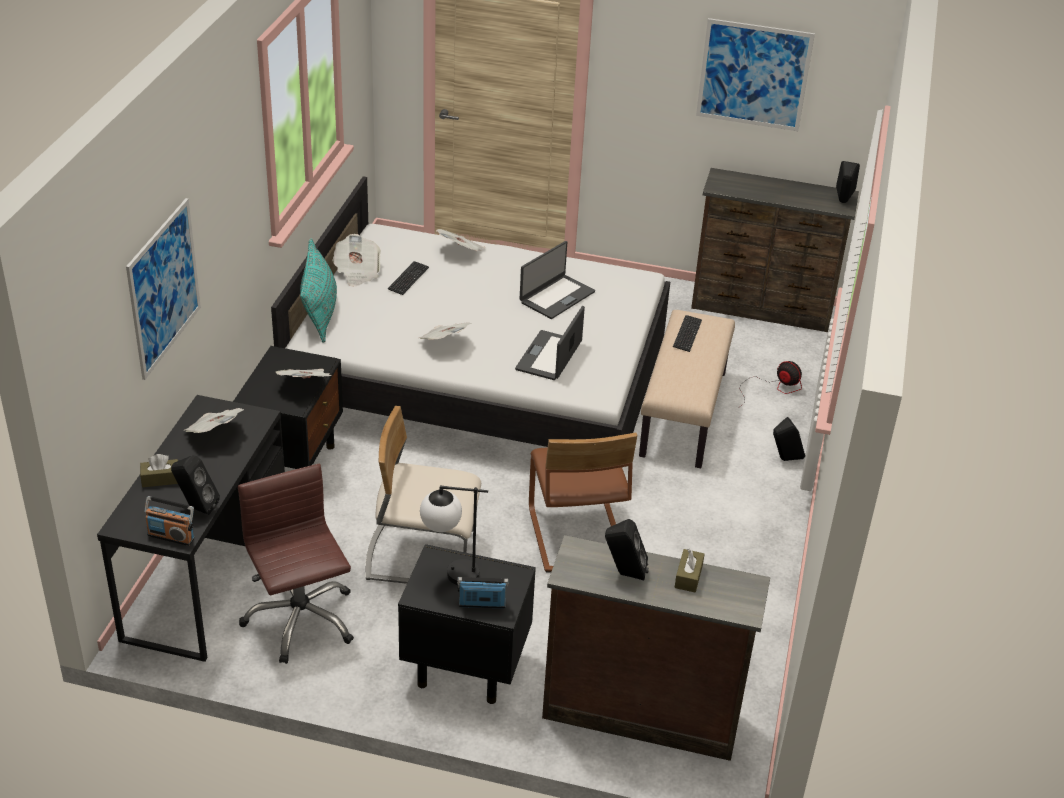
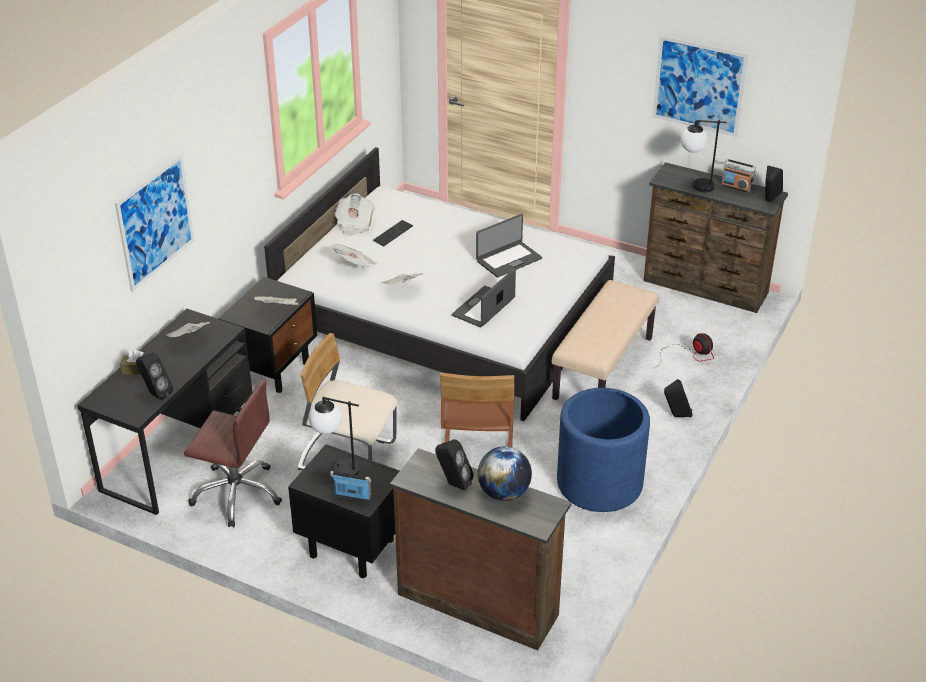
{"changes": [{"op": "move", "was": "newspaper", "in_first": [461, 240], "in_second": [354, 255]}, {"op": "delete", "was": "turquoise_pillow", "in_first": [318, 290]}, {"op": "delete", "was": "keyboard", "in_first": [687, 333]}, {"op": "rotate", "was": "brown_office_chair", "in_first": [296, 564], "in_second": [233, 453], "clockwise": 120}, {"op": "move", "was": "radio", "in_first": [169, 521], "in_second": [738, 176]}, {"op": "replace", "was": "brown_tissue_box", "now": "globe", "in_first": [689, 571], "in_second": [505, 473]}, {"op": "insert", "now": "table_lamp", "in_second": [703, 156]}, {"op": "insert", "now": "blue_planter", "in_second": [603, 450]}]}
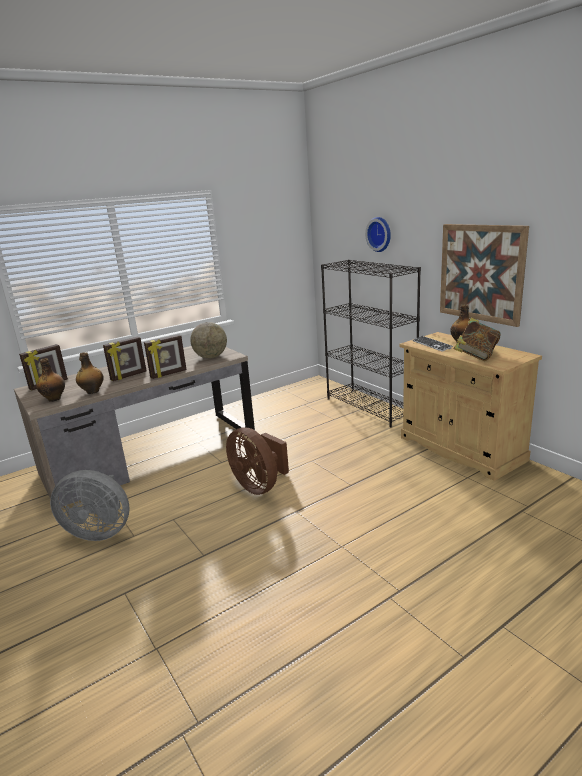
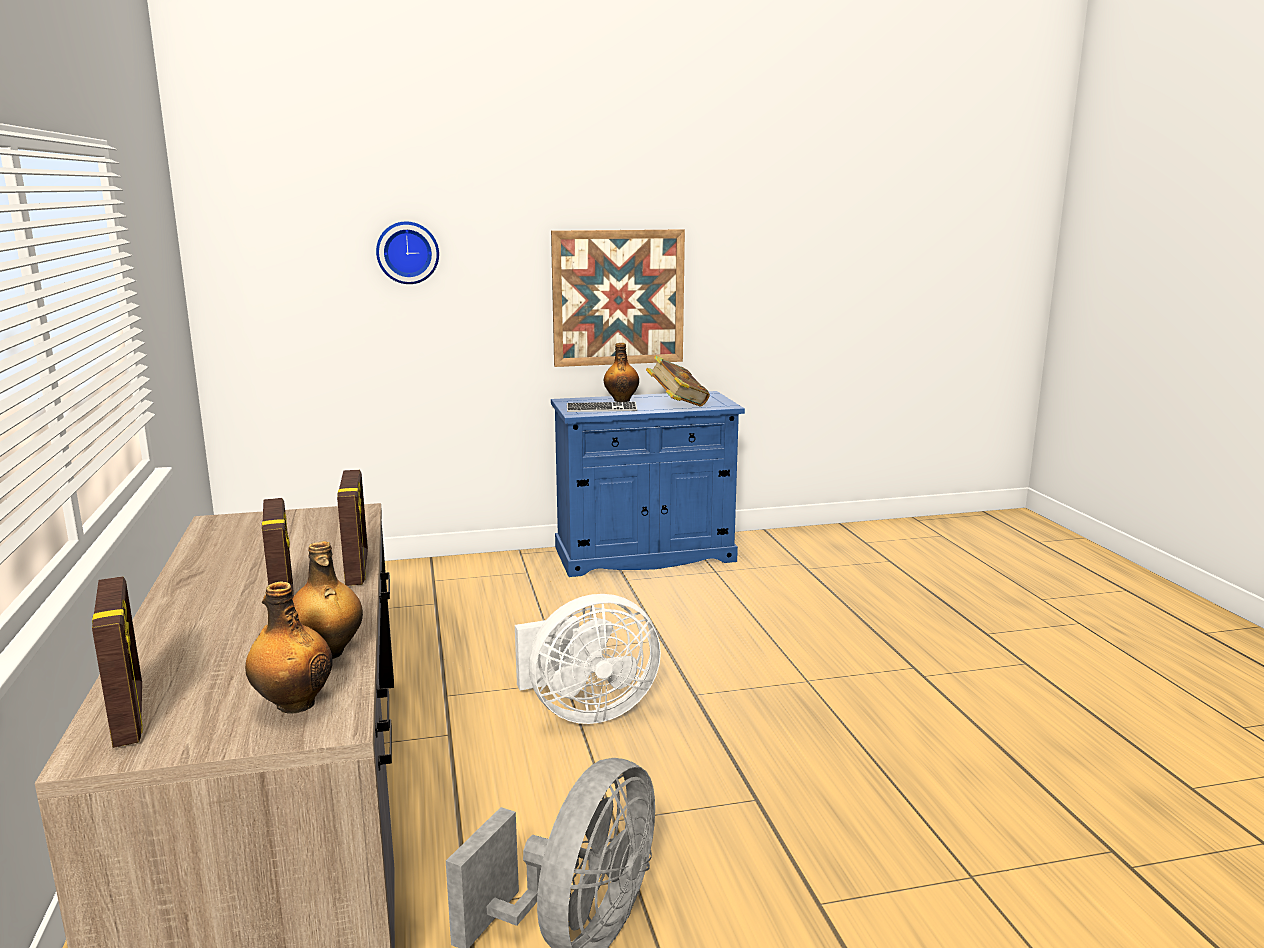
{"changes": [{"op": "delete", "was": "black_bookcase", "in_first": [371, 343]}, {"op": "delete", "was": "globe", "in_first": [208, 340]}, {"op": "recolor", "was": "beige_cabinet", "now": "blue_cabinet", "in_first": [470, 406], "in_second": [648, 484]}, {"op": "recolor", "was": "brown_fan", "now": "white_fan", "in_first": [257, 461], "in_second": [588, 659]}]}
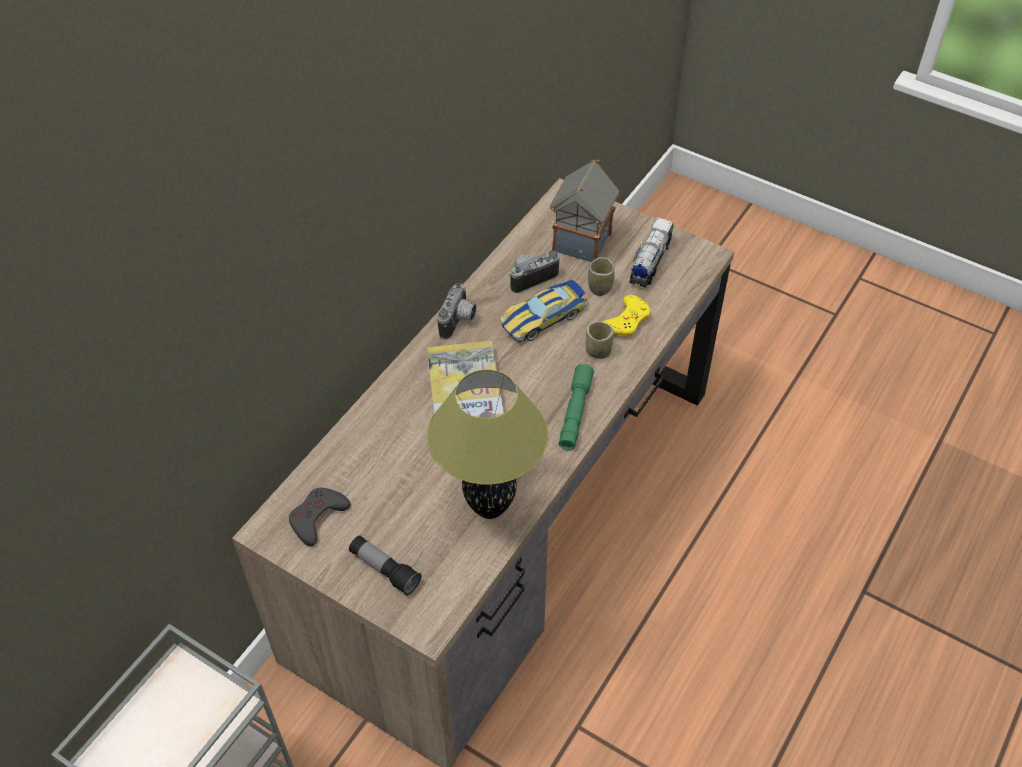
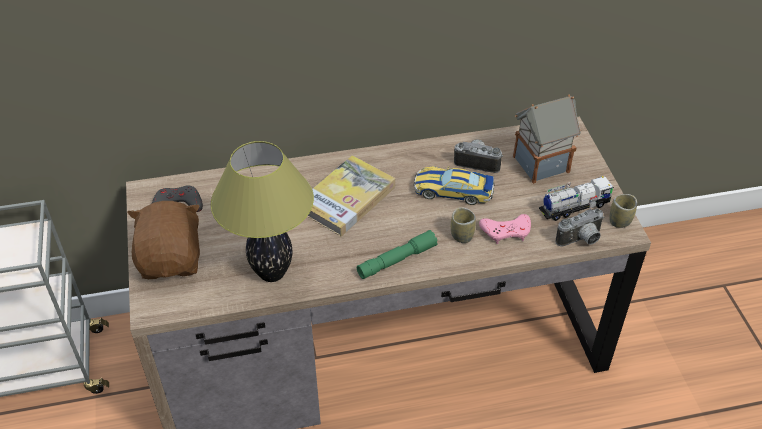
{"changes": [{"op": "move", "was": "cup", "in_first": [601, 276], "in_second": [623, 211]}, {"op": "move", "was": "photo_camera", "in_first": [456, 311], "in_second": [579, 227]}, {"op": "recolor", "was": "yellow_game_controller", "now": "pink_game_controller", "in_first": [627, 316], "in_second": [505, 229]}, {"op": "replace", "was": "flashlight", "now": "brown_plush_toy", "in_first": [385, 565], "in_second": [163, 240]}]}
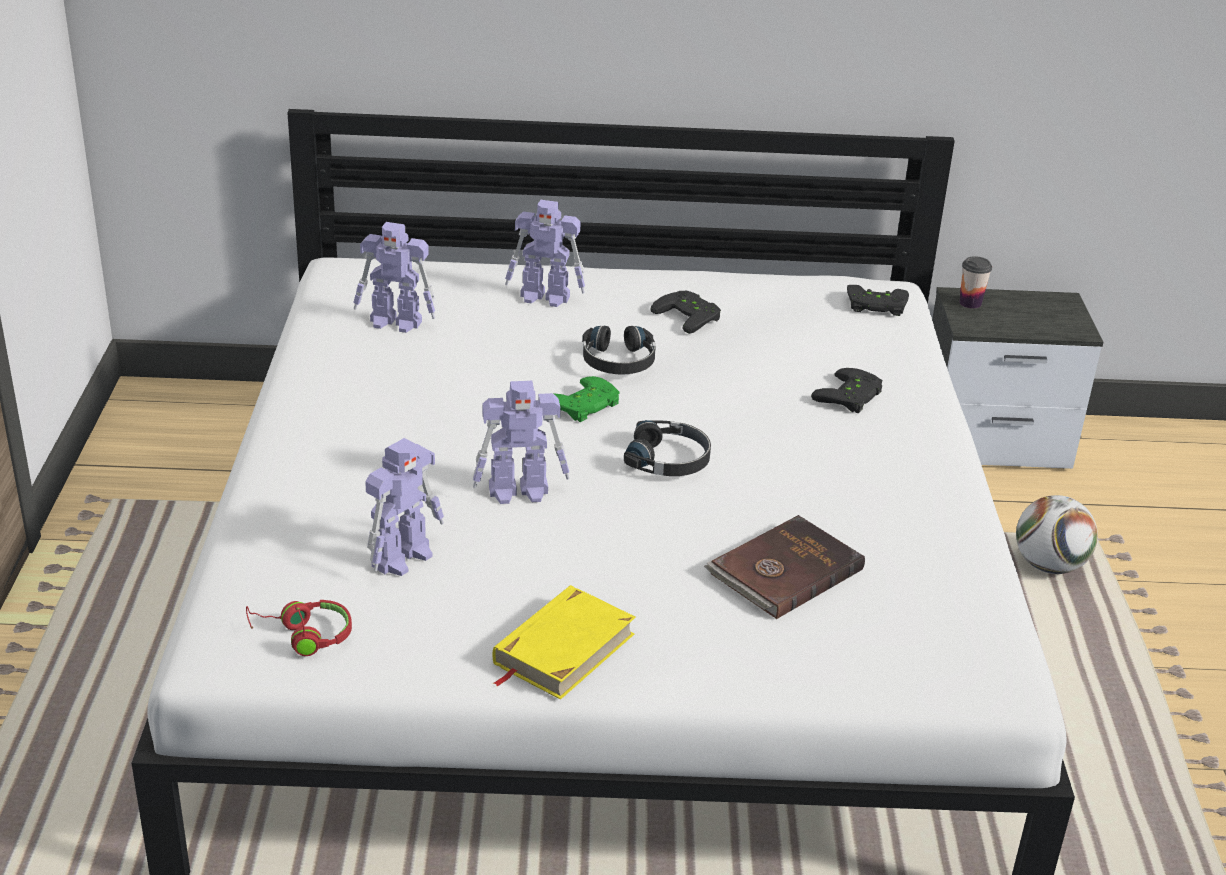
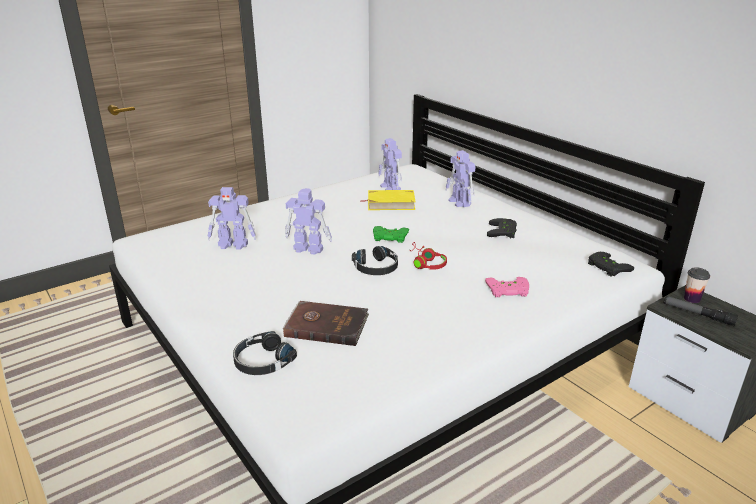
{"changes": [{"op": "move", "was": "black_headphones", "in_first": [619, 350], "in_second": [265, 353]}, {"op": "recolor", "was": "black_game_controller", "now": "pink_game_controller", "in_first": [846, 390], "in_second": [507, 287]}, {"op": "rotate", "was": "toy_robot", "in_first": [521, 442], "in_second": [308, 221], "clockwise": 150}, {"op": "delete", "was": "football", "in_first": [1057, 534]}, {"op": "move", "was": "yellow_book", "in_first": [564, 642], "in_second": [388, 200]}, {"op": "move", "was": "red_headphones", "in_first": [299, 628], "in_second": [428, 256]}, {"op": "insert", "now": "flashlight", "in_second": [701, 311]}]}
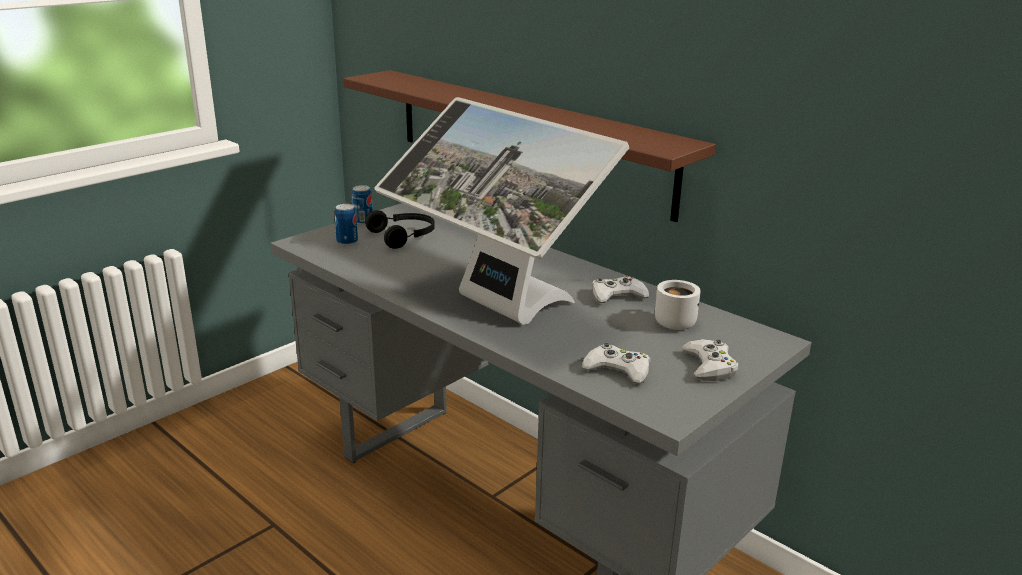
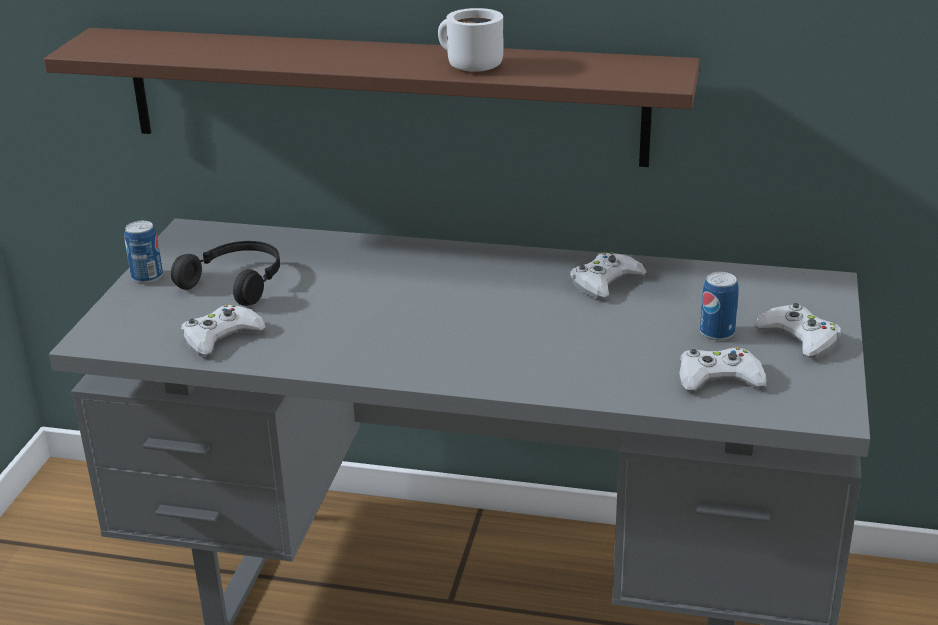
{"changes": [{"op": "delete", "was": "monitor", "in_first": [501, 211]}, {"op": "move", "was": "can", "in_first": [346, 225], "in_second": [719, 306]}, {"op": "move", "was": "white_mug", "in_first": [678, 305], "in_second": [470, 40]}, {"op": "insert", "now": "white_game_controller", "in_second": [223, 330]}]}
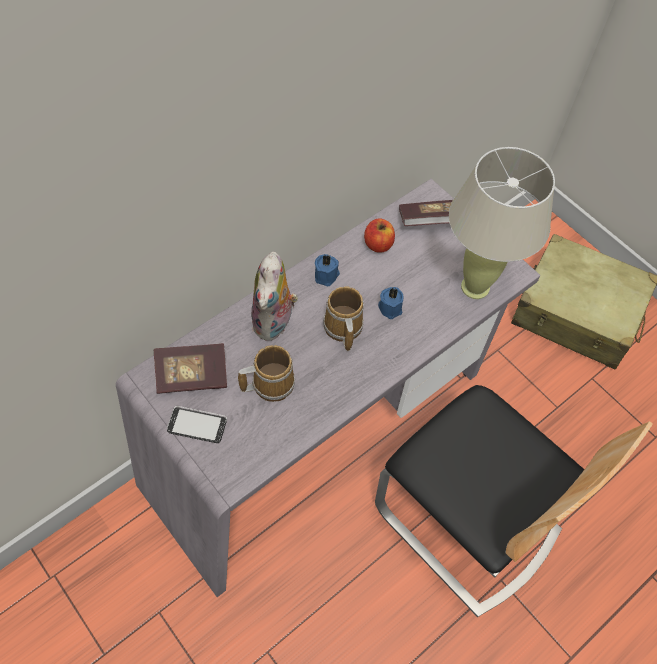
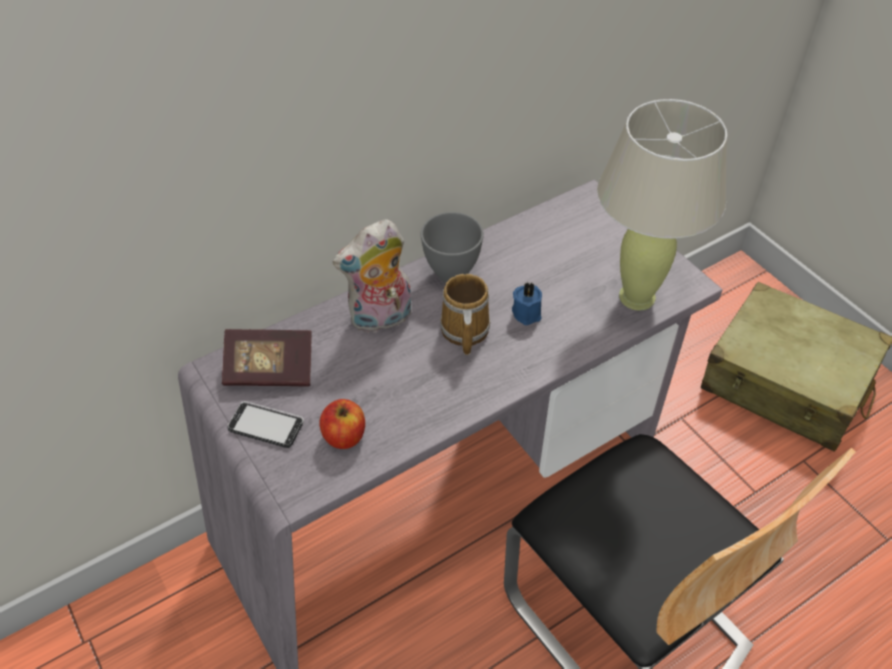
{"changes": [{"op": "delete", "was": "book", "in_first": [426, 213]}, {"op": "move", "was": "apple", "in_first": [379, 235], "in_second": [342, 424]}, {"op": "rotate", "was": "plush_toy", "in_first": [274, 296], "in_second": [372, 276], "clockwise": 45}, {"op": "replace", "was": "blue_candle", "now": "grey_bowl", "in_first": [327, 270], "in_second": [452, 247]}, {"op": "delete", "was": "mug", "in_first": [266, 373]}]}
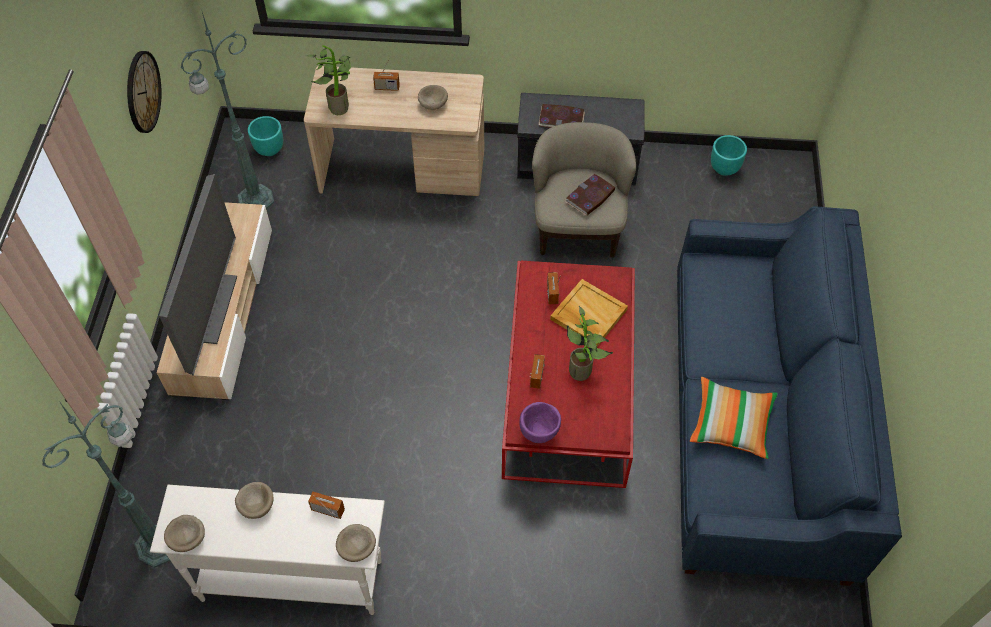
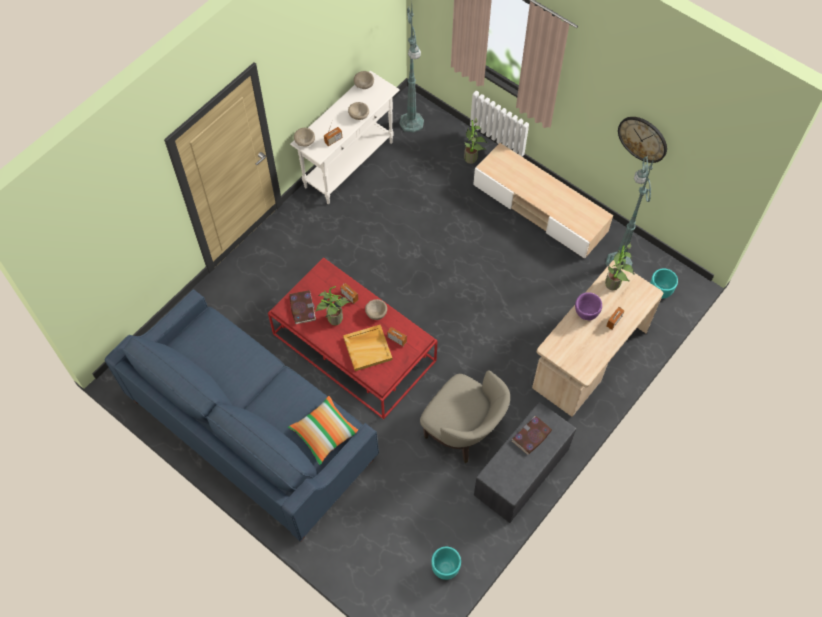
{"changes": [{"op": "move", "was": "beige_bowl", "in_first": [433, 97], "in_second": [376, 309]}, {"op": "delete", "was": "television", "in_first": [198, 274]}, {"op": "move", "was": "book", "in_first": [590, 195], "in_second": [302, 307]}, {"op": "move", "was": "pillow", "in_first": [734, 418], "in_second": [323, 430]}, {"op": "move", "was": "purple_bowl", "in_first": [540, 422], "in_second": [588, 306]}, {"op": "insert", "now": "potted_plant", "in_second": [475, 140]}]}
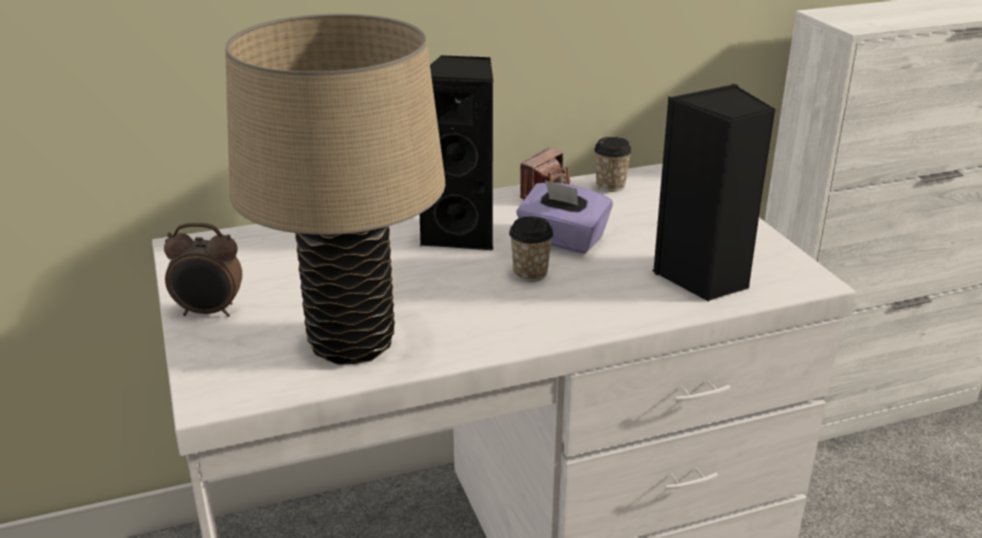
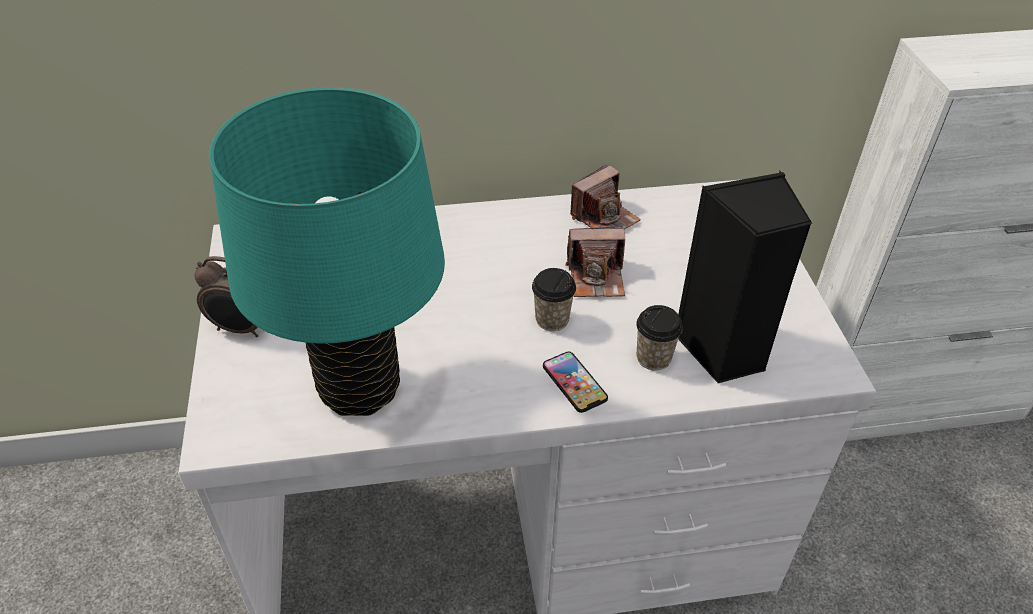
{"changes": [{"op": "recolor", "was": "beige_table_lamp", "now": "turquoise_table_lamp", "in_first": [335, 189], "in_second": [327, 251]}, {"op": "delete", "was": "black_speaker", "in_first": [456, 152]}, {"op": "move", "was": "cup", "in_first": [613, 164], "in_second": [659, 338]}, {"op": "replace", "was": "purple_tissue_box", "now": "photo_camera", "in_first": [564, 217], "in_second": [595, 261]}, {"op": "insert", "now": "phone", "in_second": [575, 382]}]}
